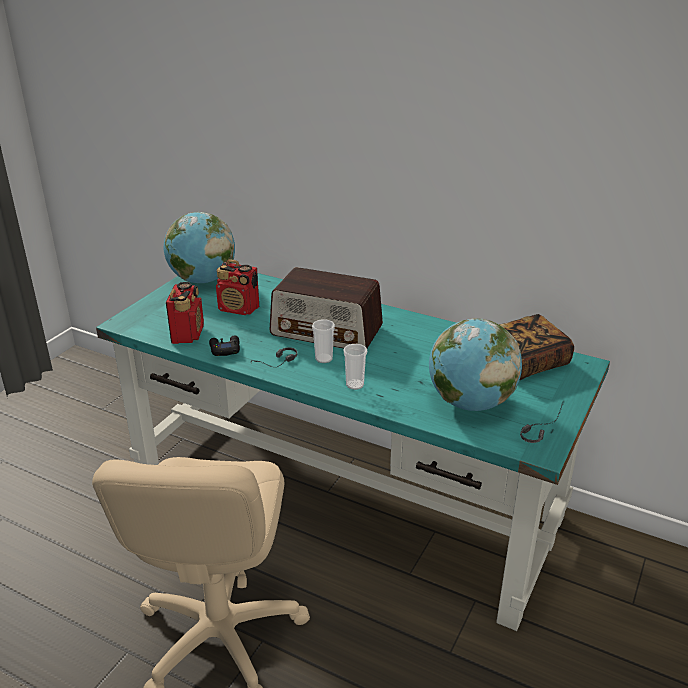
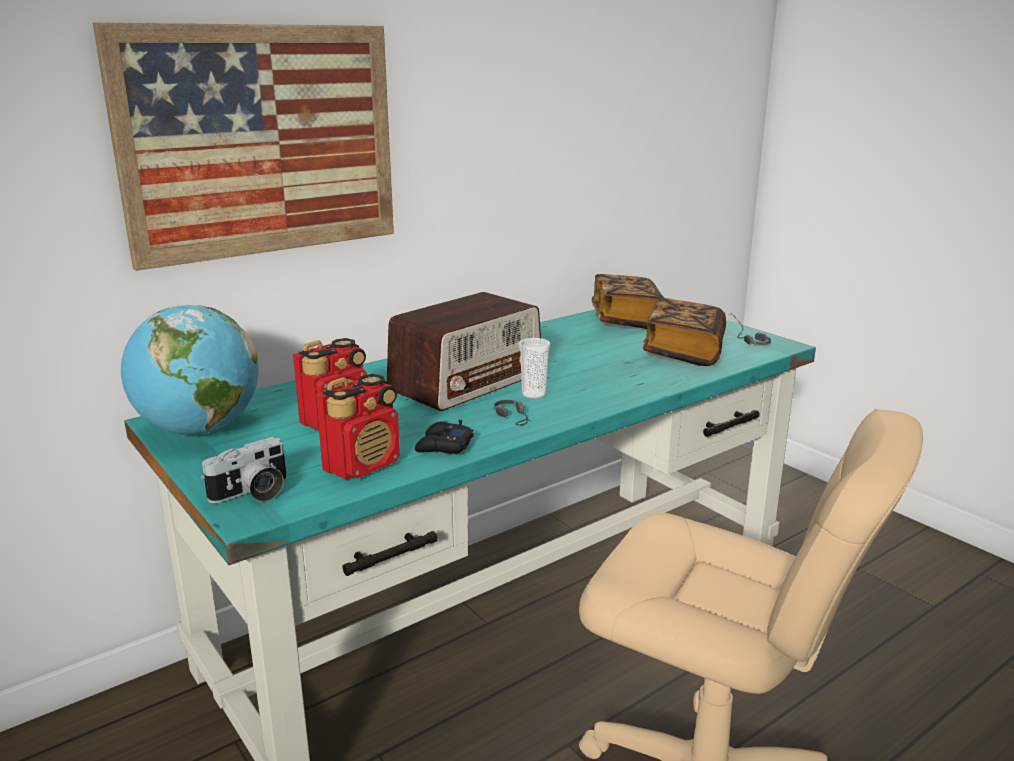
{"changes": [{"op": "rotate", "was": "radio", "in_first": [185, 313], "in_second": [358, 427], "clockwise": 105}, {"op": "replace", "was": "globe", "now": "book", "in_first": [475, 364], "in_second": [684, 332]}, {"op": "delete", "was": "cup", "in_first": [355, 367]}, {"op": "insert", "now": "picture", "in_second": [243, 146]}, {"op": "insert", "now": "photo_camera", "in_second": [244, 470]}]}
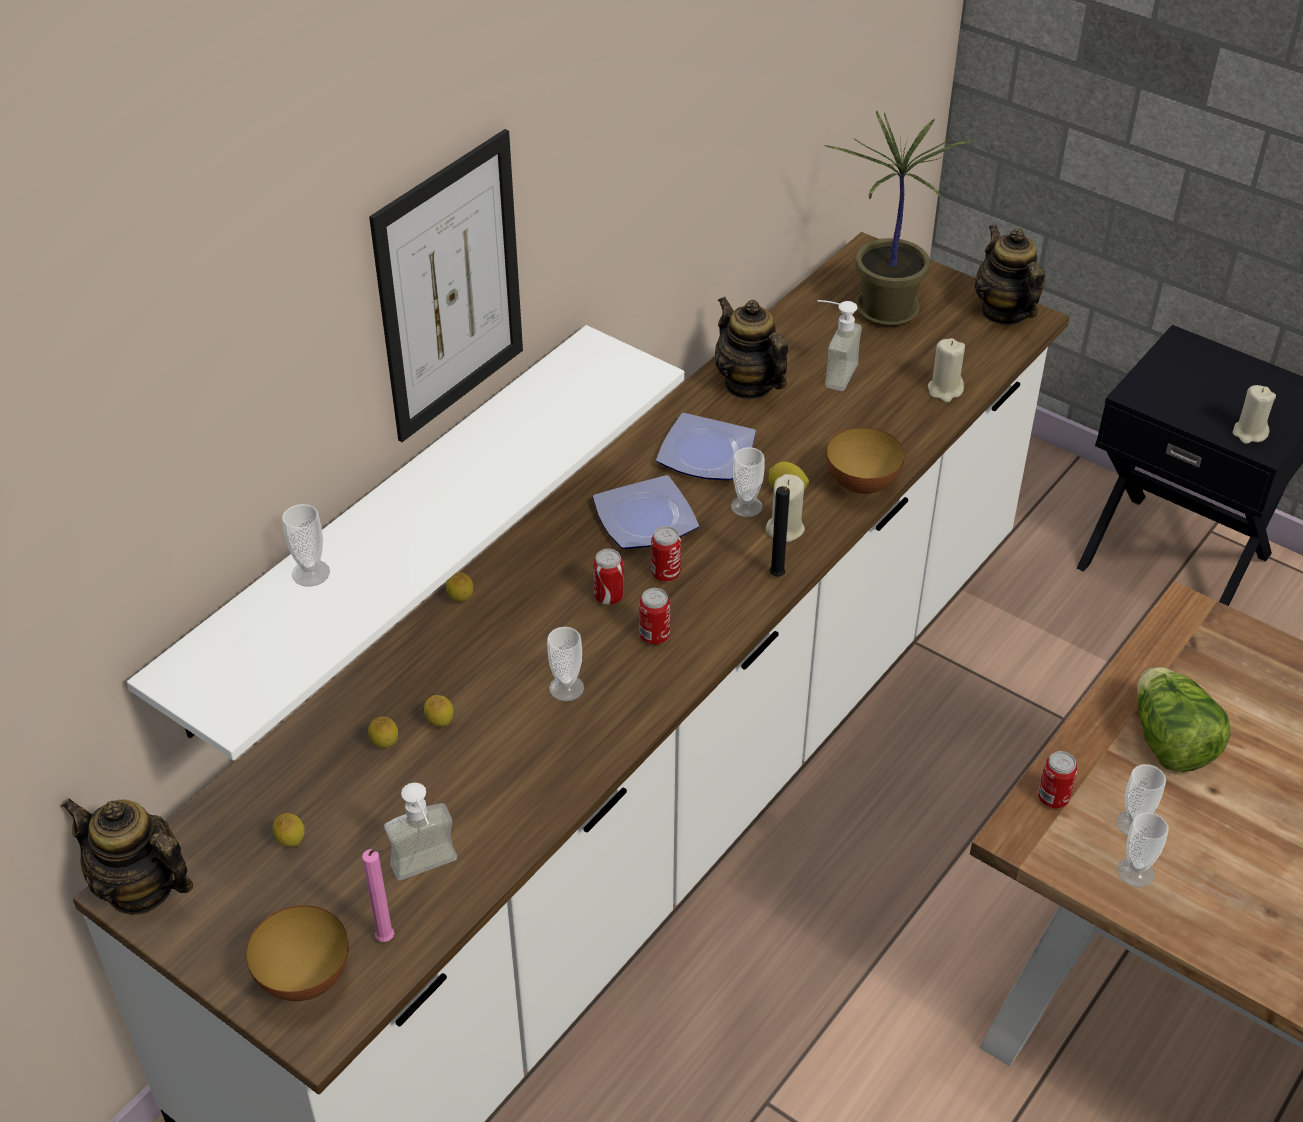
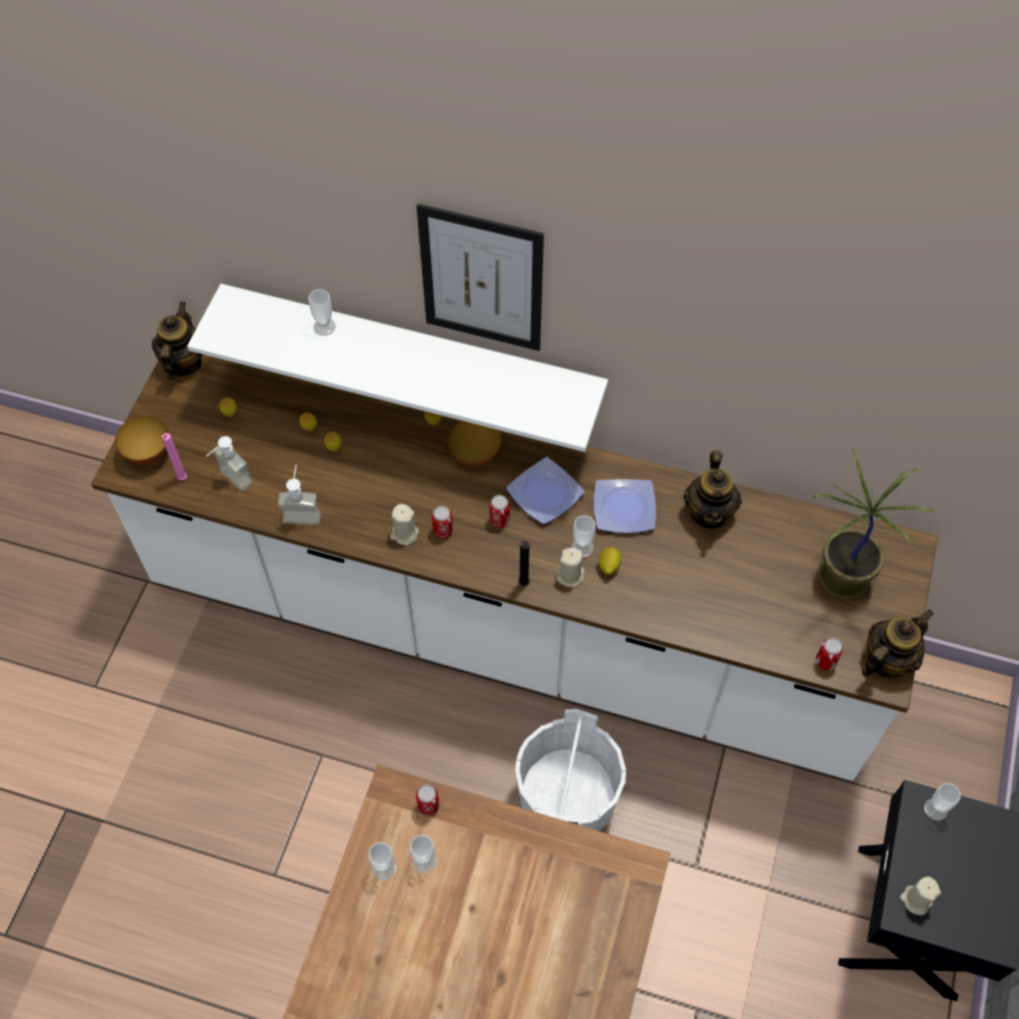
{"changes": [{"op": "rotate", "was": "teapot", "in_first": [751, 348], "in_second": [712, 490], "clockwise": 150}, {"op": "move", "was": "soap_dispenser", "in_first": [839, 345], "in_second": [299, 495]}, {"op": "move", "was": "beige_candle", "in_first": [946, 370], "in_second": [404, 524]}, {"op": "move", "was": "bowl", "in_first": [865, 460], "in_second": [475, 444]}, {"op": "move", "was": "can", "in_first": [608, 577], "in_second": [829, 654]}, {"op": "move", "was": "cup", "in_first": [565, 664], "in_second": [942, 802]}, {"op": "delete", "was": "lettuce", "in_first": [1184, 719]}, {"op": "insert", "now": "white_bucket", "in_second": [570, 770]}]}
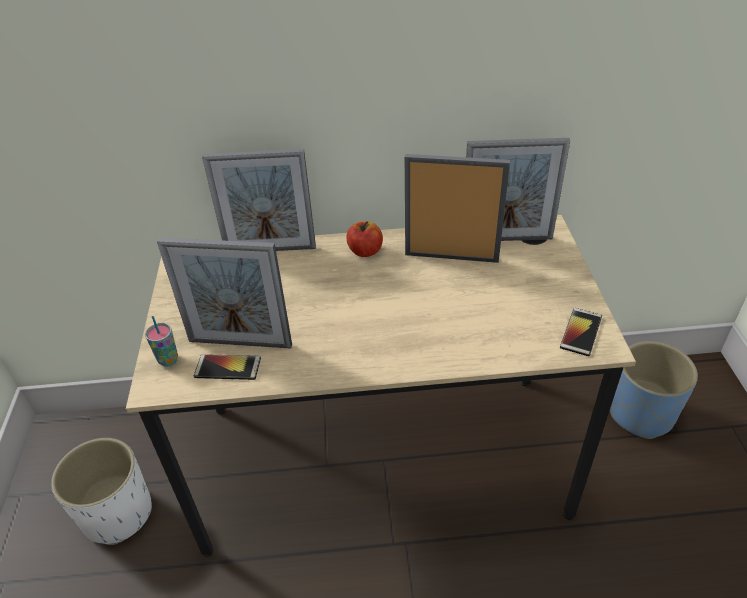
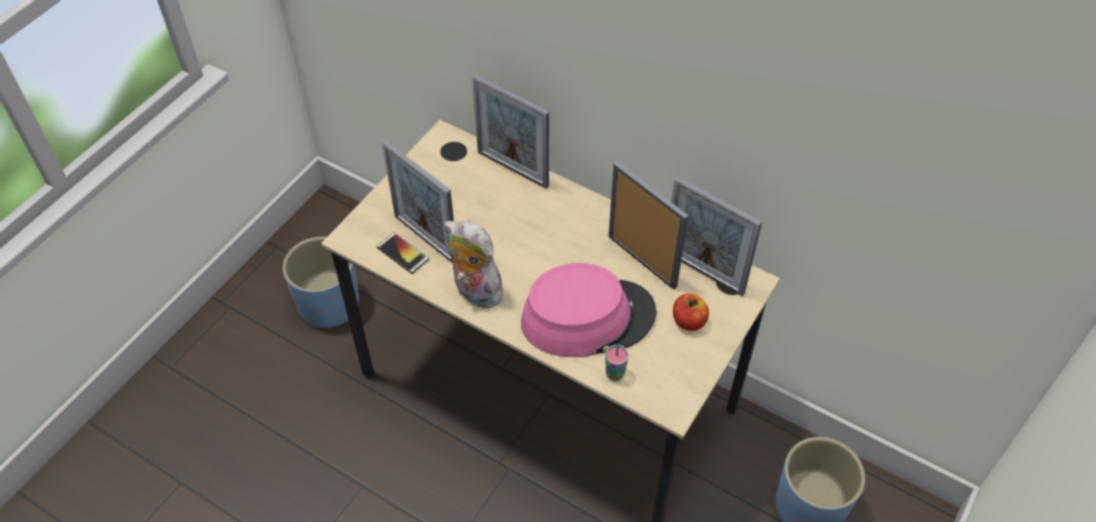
{"changes": [{"op": "move", "was": "apple", "in_first": [364, 239], "in_second": [691, 312]}, {"op": "delete", "was": "phone", "in_first": [581, 332]}, {"op": "move", "was": "cup", "in_first": [161, 341], "in_second": [617, 362]}, {"op": "recolor", "was": "white_planter", "now": "blue_planter", "in_first": [101, 491], "in_second": [321, 282]}, {"op": "insert", "now": "plush_toy", "in_second": [474, 265]}, {"op": "insert", "now": "pink_hat", "in_second": [588, 310]}]}
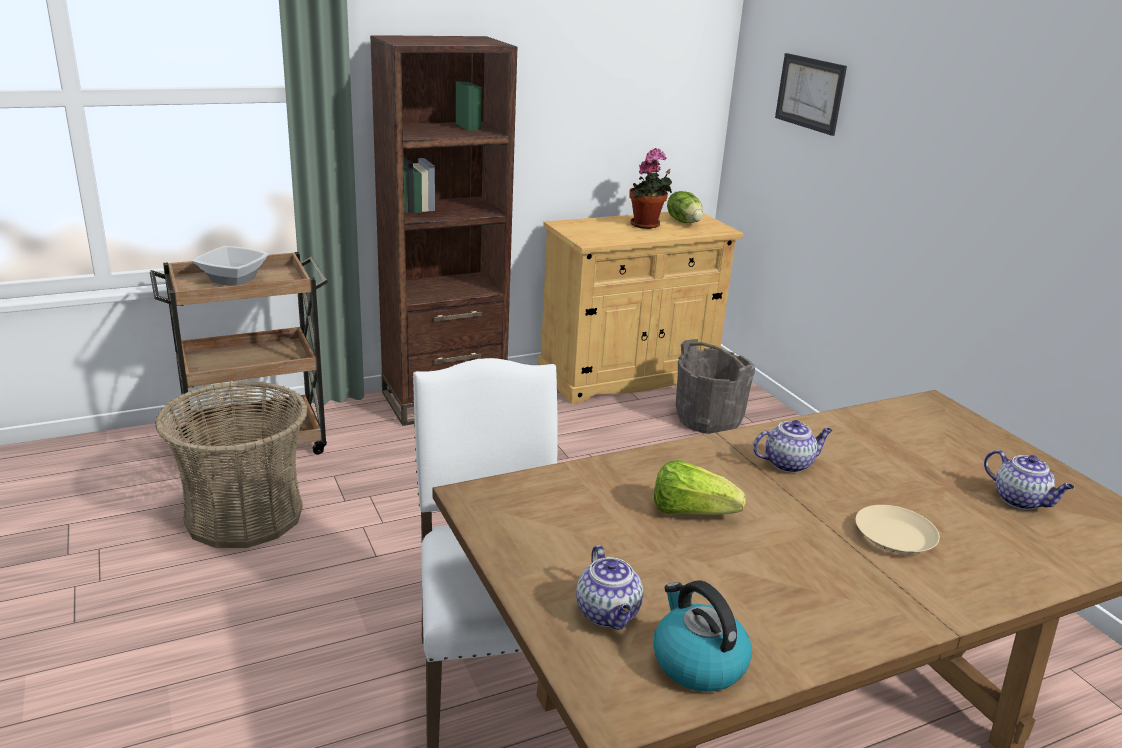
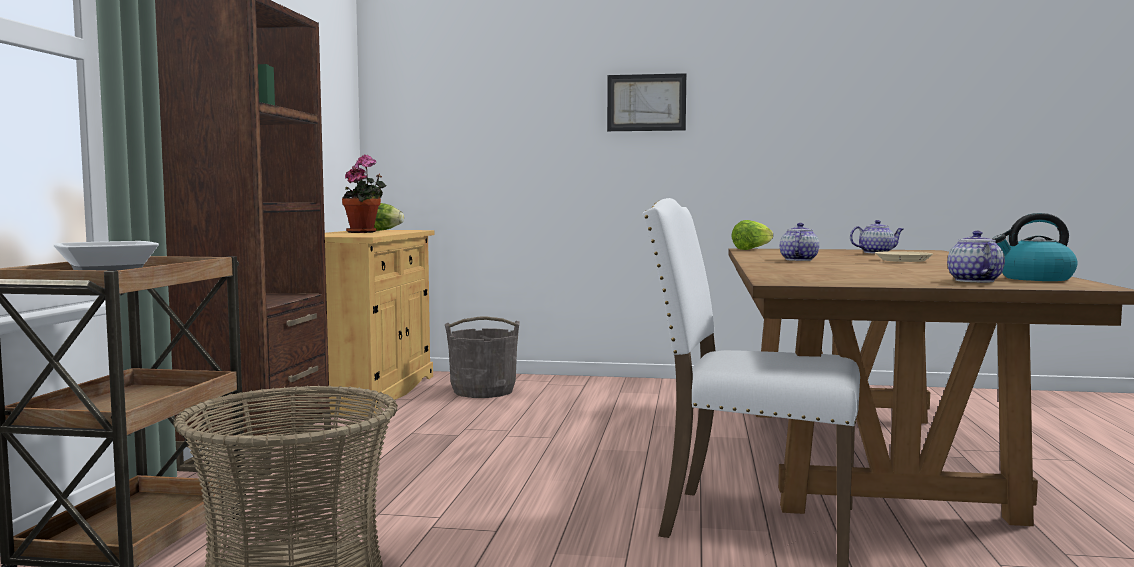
{"changes": [{"op": "move", "was": "picture", "in_first": [811, 94], "in_second": [646, 102]}, {"op": "move", "was": "lettuce", "in_first": [700, 487], "in_second": [752, 235]}, {"op": "rotate", "was": "teapot", "in_first": [609, 587], "in_second": [976, 257], "clockwise": -105}]}
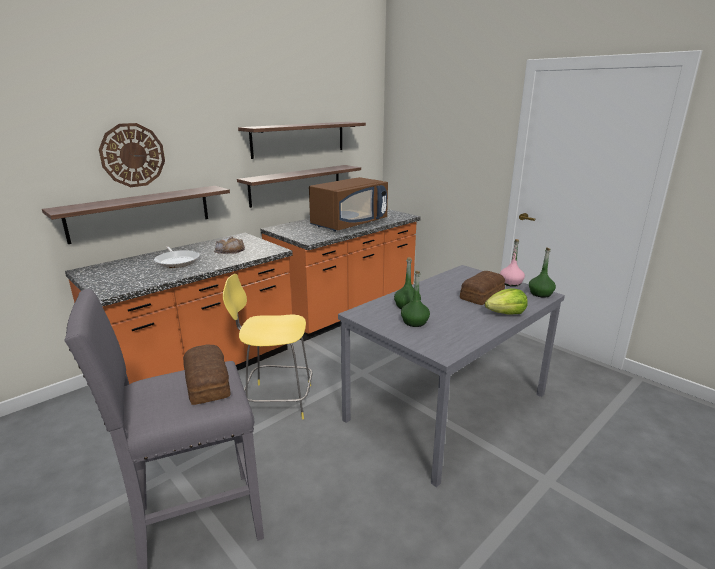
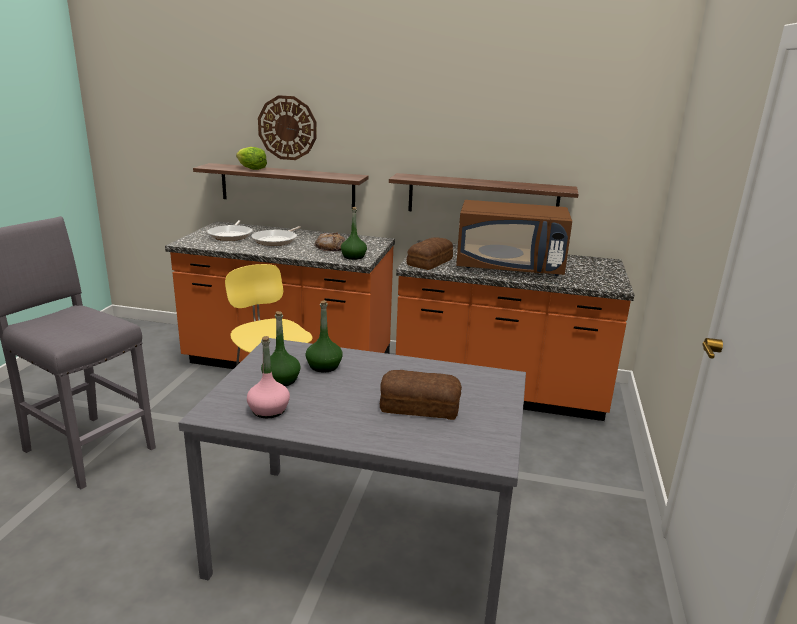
{"changes": [{"op": "delete", "was": "shelf", "in_first": [302, 140]}, {"op": "move", "was": "pink_bottle", "in_first": [512, 263], "in_second": [268, 377]}, {"op": "move", "was": "green_bottle", "in_first": [542, 273], "in_second": [354, 233]}, {"op": "move", "was": "lettuce", "in_first": [506, 301], "in_second": [251, 158]}, {"op": "move", "was": "bread", "in_first": [206, 374], "in_second": [429, 253]}, {"op": "insert", "now": "frying_pan", "in_second": [230, 230]}]}
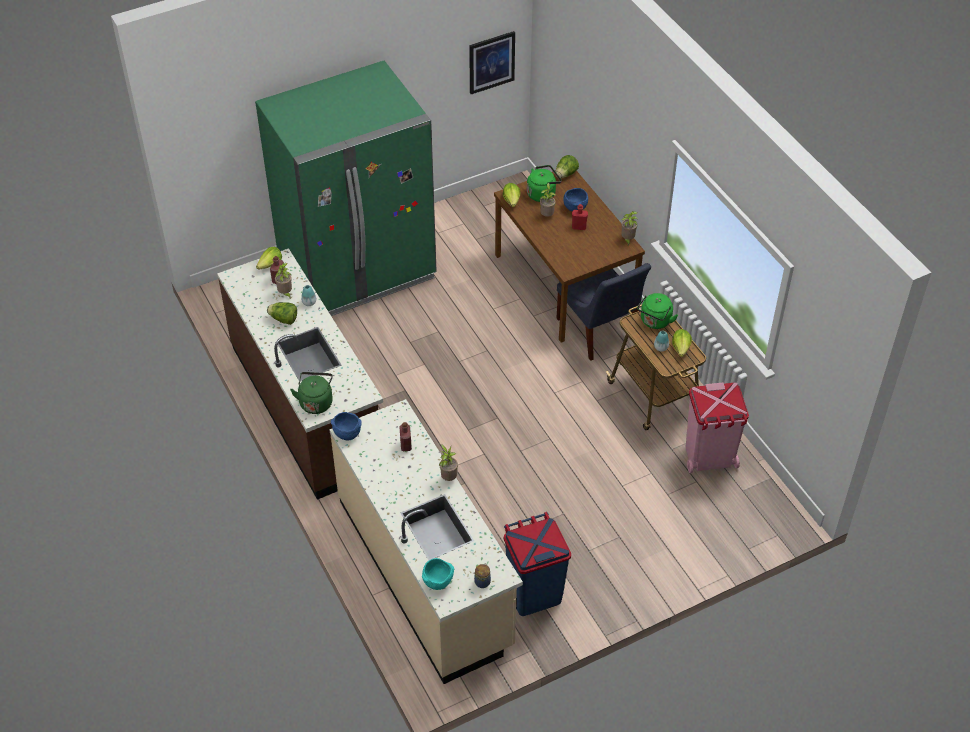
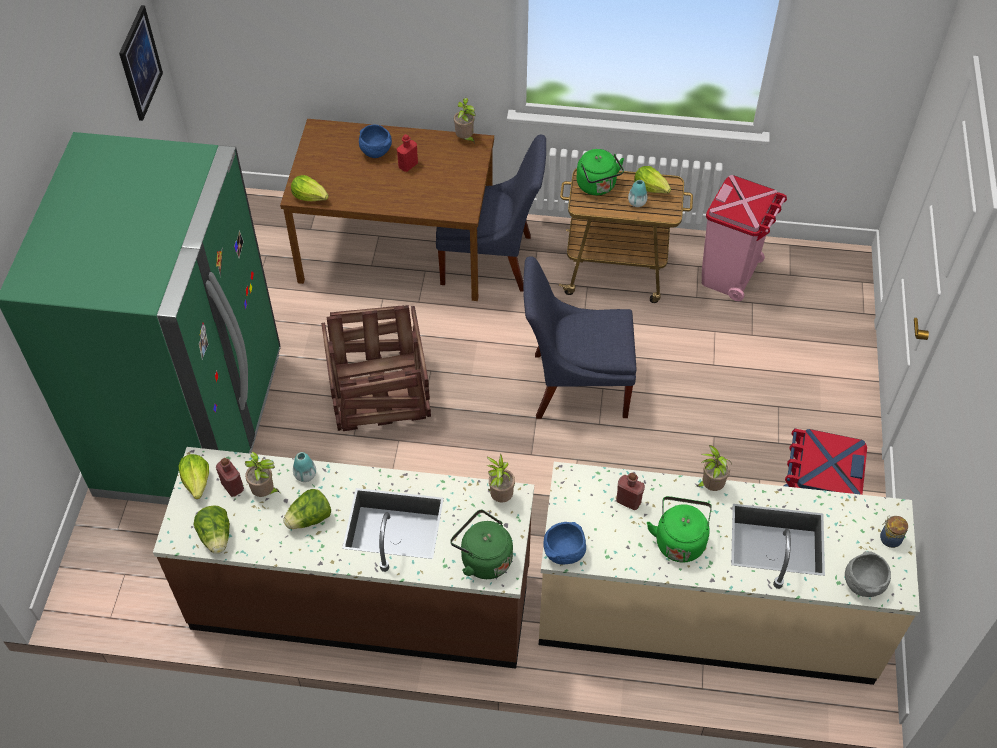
{"changes": [{"op": "move", "was": "lettuce", "in_first": [567, 166], "in_second": [211, 530]}, {"op": "move", "was": "green_kettle", "in_first": [544, 183], "in_second": [679, 529]}, {"op": "move", "was": "potted_plant", "in_first": [548, 200], "in_second": [500, 477]}, {"op": "recolor", "was": "turquoise_bowl", "now": "grey_bowl", "in_first": [438, 574], "in_second": [868, 574]}, {"op": "insert", "now": "blue_chair", "in_second": [579, 337]}, {"op": "insert", "now": "crate", "in_second": [376, 368]}]}
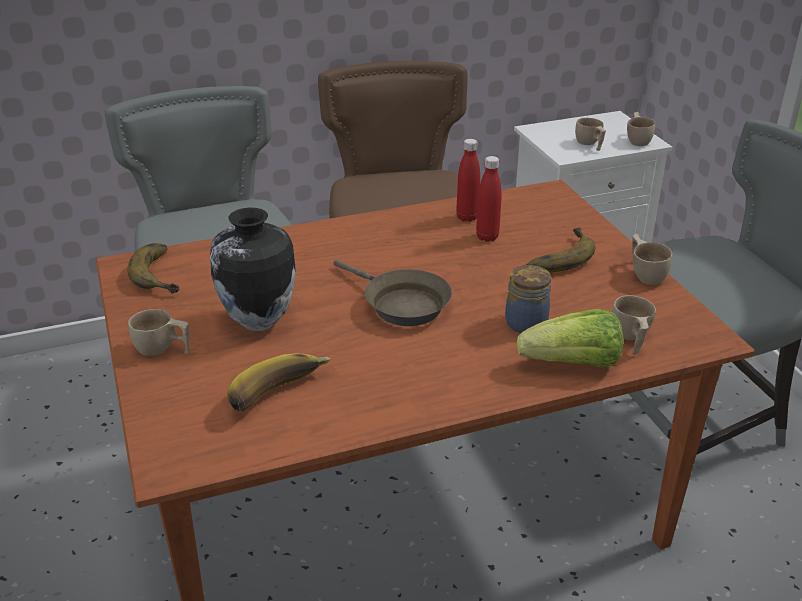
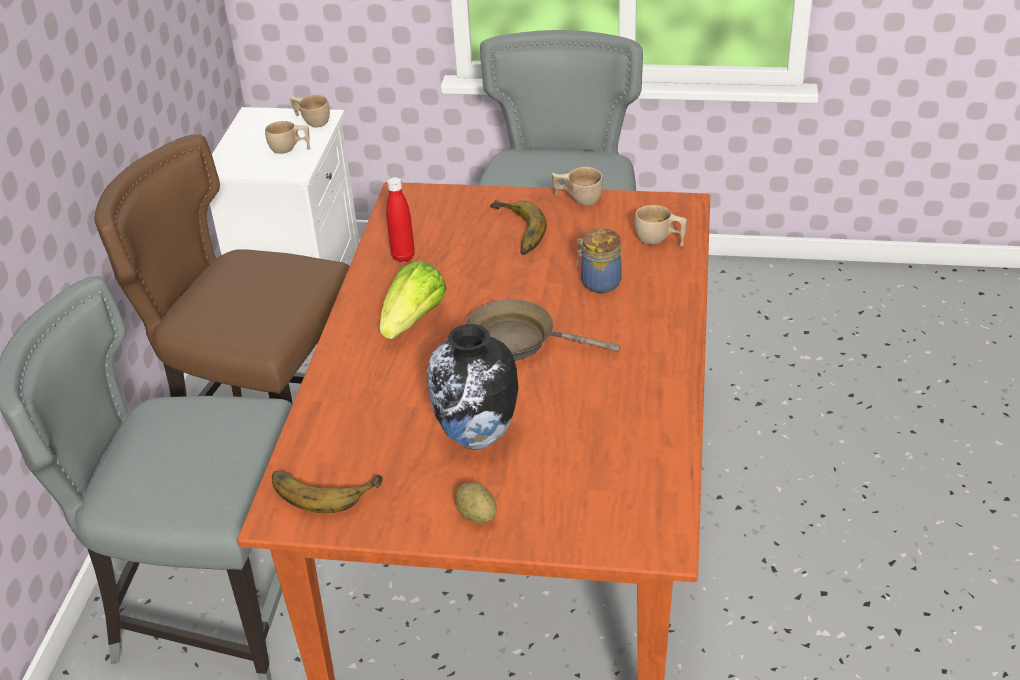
{"changes": [{"op": "delete", "was": "red_bottle", "in_first": [489, 199]}, {"op": "rotate", "was": "brown_frying_pan", "in_first": [393, 293], "in_second": [543, 330], "clockwise": -150}, {"op": "replace", "was": "beige_cup", "now": "potato", "in_first": [158, 332], "in_second": [476, 503]}, {"op": "move", "was": "lettuce", "in_first": [570, 338], "in_second": [413, 299]}, {"op": "delete", "was": "banana", "in_first": [279, 382]}]}
